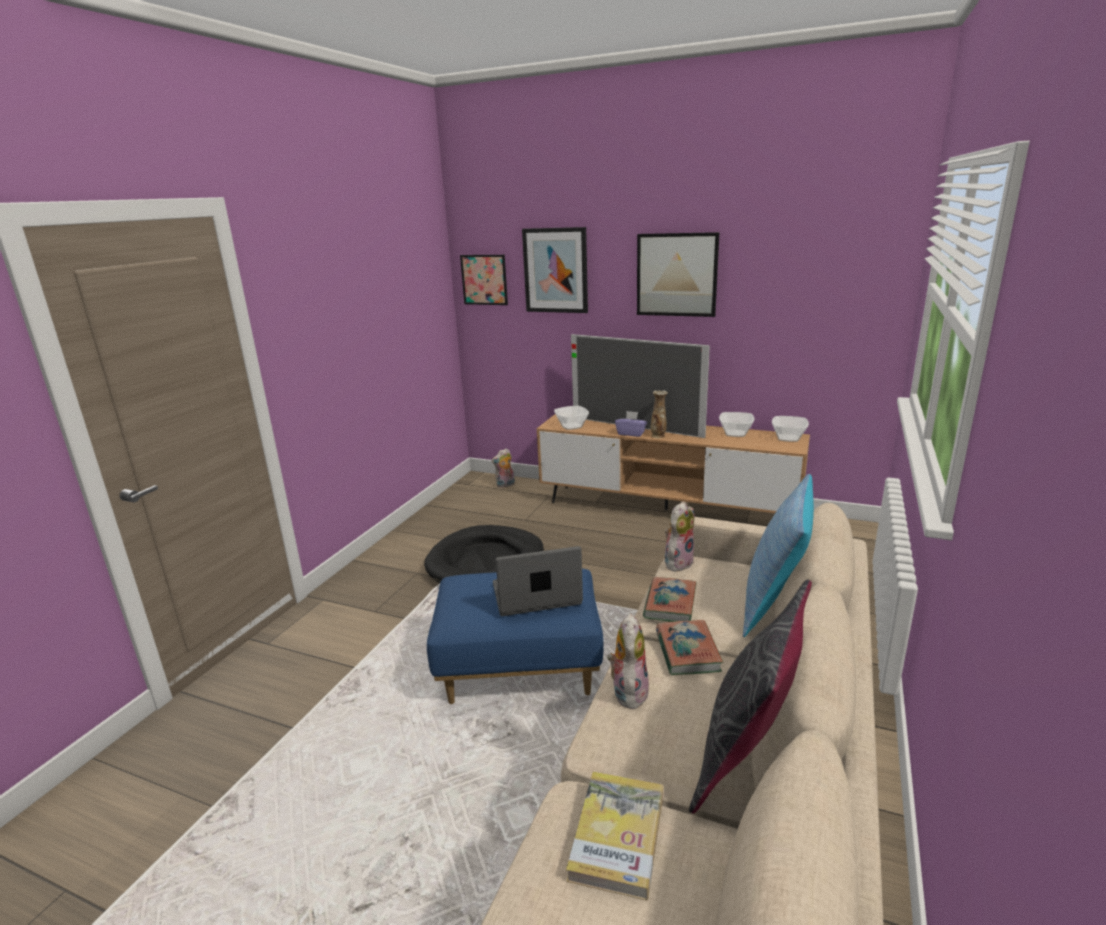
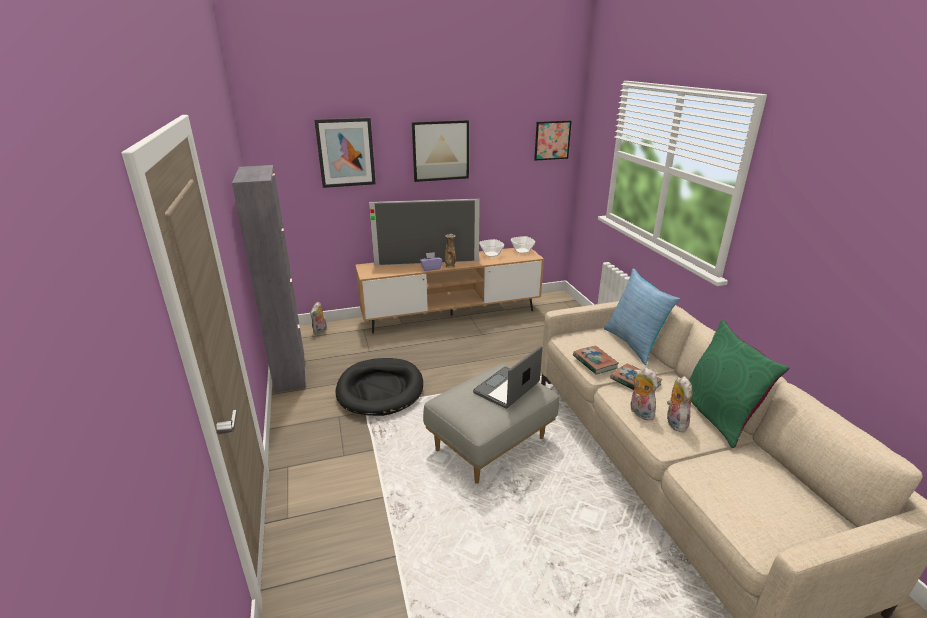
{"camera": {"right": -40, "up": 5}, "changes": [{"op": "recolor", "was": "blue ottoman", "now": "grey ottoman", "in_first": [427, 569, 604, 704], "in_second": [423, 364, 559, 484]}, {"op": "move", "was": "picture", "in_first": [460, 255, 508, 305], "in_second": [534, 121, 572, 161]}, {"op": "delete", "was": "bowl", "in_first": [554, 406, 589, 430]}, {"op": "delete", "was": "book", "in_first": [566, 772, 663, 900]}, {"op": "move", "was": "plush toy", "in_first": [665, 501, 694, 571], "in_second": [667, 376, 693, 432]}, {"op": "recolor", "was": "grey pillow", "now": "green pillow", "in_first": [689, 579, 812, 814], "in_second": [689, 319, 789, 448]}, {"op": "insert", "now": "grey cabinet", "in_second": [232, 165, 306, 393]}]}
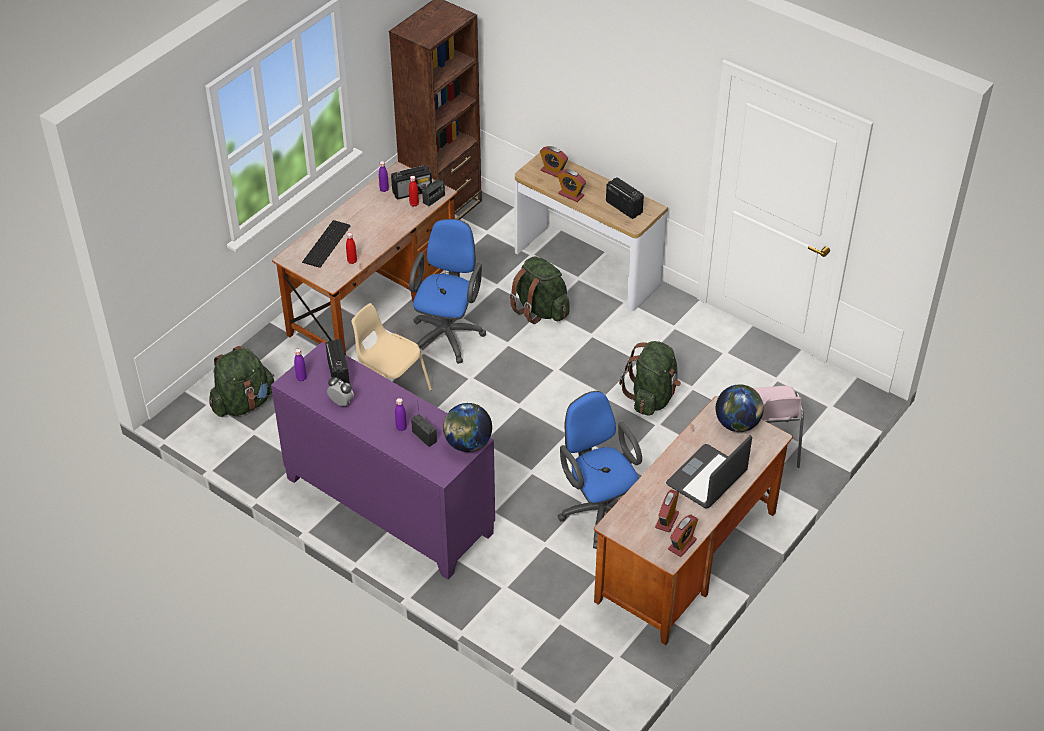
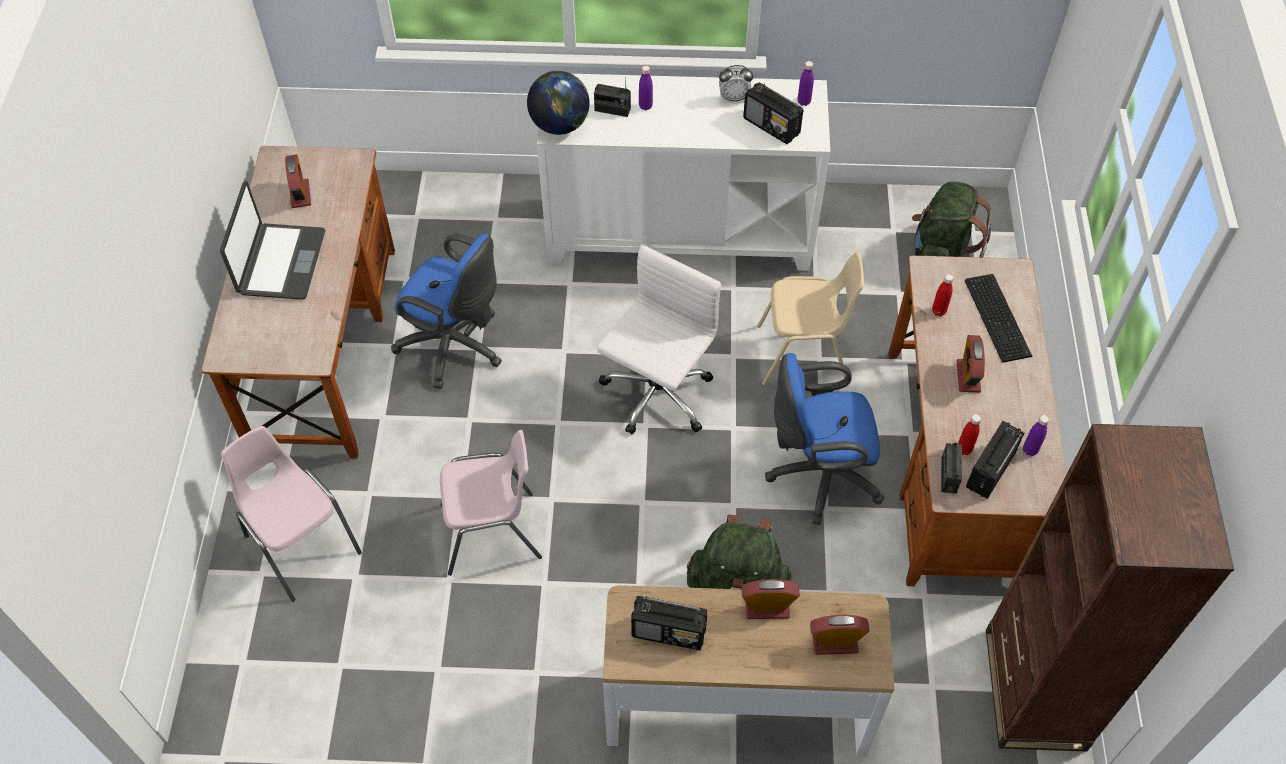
{"camera": {"right": 145, "up": 10}, "changes": [{"op": "recolor", "was": "purple cabinet", "now": "white cabinet", "in_first": [271, 342, 495, 580], "in_second": [537, 74, 830, 271]}, {"op": "rotate", "was": "blue office chair", "in_first": [409, 219, 486, 364], "in_second": [765, 353, 884, 525], "clockwise": 105}, {"op": "replace", "was": "green backpack", "now": "pink chair", "in_first": [619, 341, 681, 416], "in_second": [440, 430, 542, 576]}, {"op": "move", "was": "alarm clock", "in_first": [668, 515, 698, 557], "in_second": [957, 335, 985, 393]}, {"op": "delete", "was": "globe", "in_first": [716, 385, 764, 432]}, {"op": "insert", "now": "white office chair", "in_second": [597, 245, 721, 434]}]}
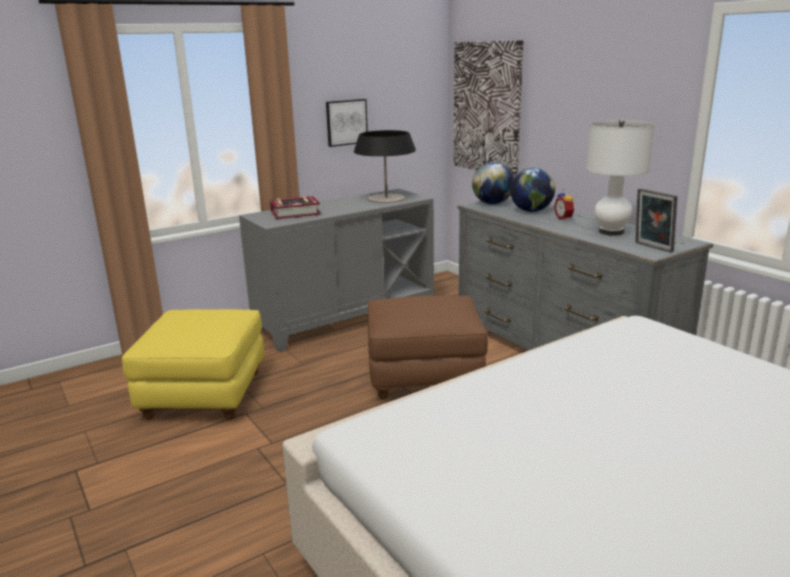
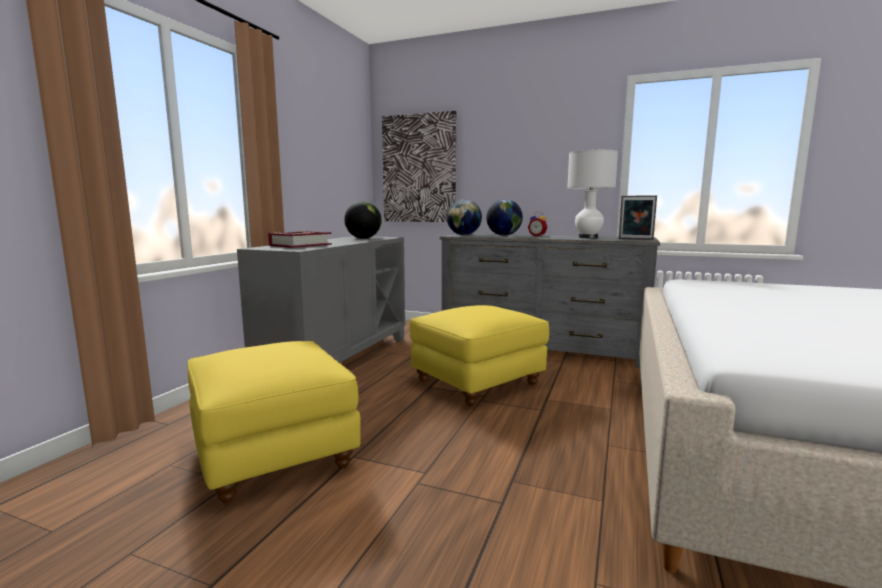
{"camera": {"right": -35, "up": -10}, "changes": [{"op": "delete", "was": "picture", "in_first": [326, 99, 368, 147]}, {"op": "replace", "was": "table lamp", "now": "globe", "in_first": [354, 130, 416, 203], "in_second": [344, 201, 382, 239]}, {"op": "recolor", "was": "brown ottoman", "now": "yellow ottoman", "in_first": [367, 295, 488, 399], "in_second": [410, 305, 549, 406]}]}
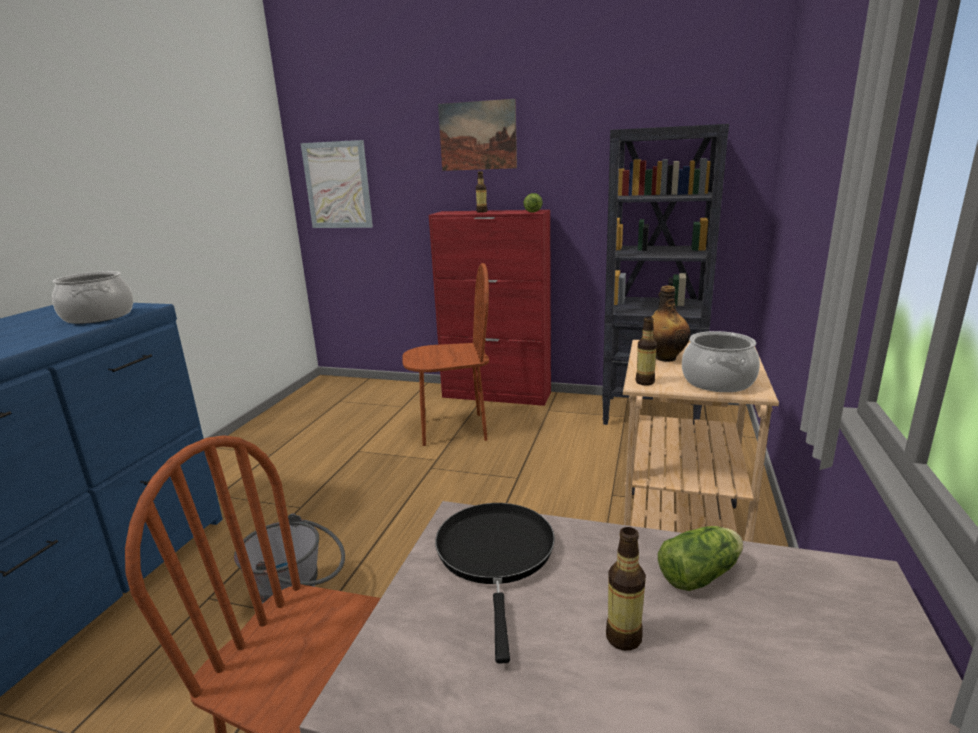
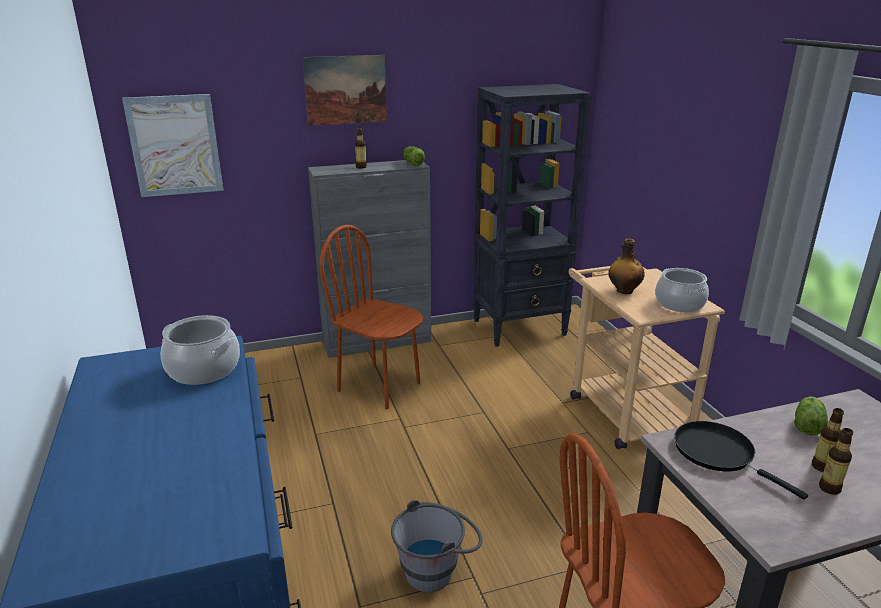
{"camera": {"right": -35, "up": 5}, "changes": [{"op": "rotate", "was": "brown chair", "in_first": [402, 263, 489, 446], "in_second": [319, 225, 423, 409], "clockwise": -105}, {"op": "recolor", "was": "red cabinet", "now": "grey cabinet", "in_first": [429, 210, 551, 406], "in_second": [308, 160, 431, 358]}, {"op": "move", "was": "bottle", "in_first": [636, 317, 657, 386], "in_second": [819, 428, 853, 495]}]}
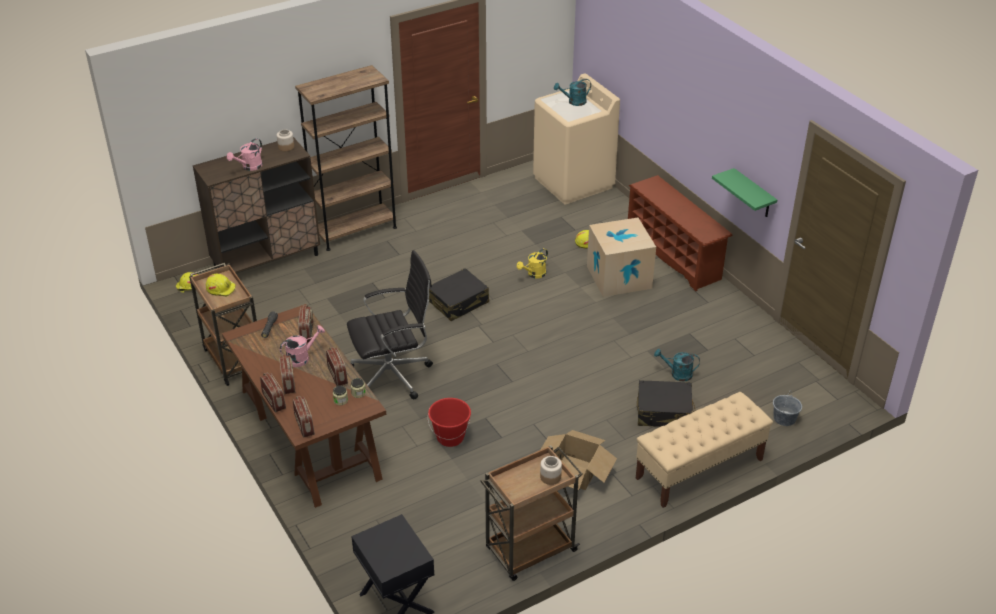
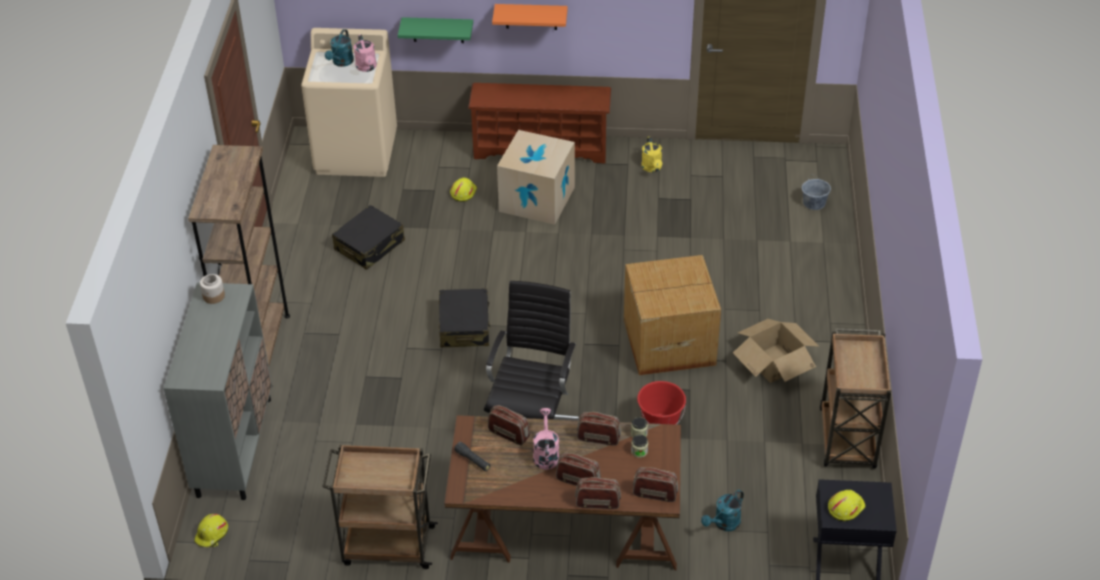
{"camera": {"right": -55, "up": 5}, "changes": [{"op": "recolor", "was": "brown cabinet", "now": "grey cabinet", "in_first": [193, 137, 320, 273], "in_second": [163, 282, 272, 500]}, {"op": "move", "was": "yellow hard hat", "in_first": [206, 274, 236, 297], "in_second": [828, 490, 866, 521]}, {"op": "move", "was": "pink watering can", "in_first": [227, 138, 262, 171], "in_second": [353, 34, 377, 72]}, {"op": "move", "was": "yellow watering can", "in_first": [517, 248, 548, 278], "in_second": [641, 136, 662, 172]}, {"op": "delete", "was": "jar", "in_first": [540, 456, 562, 485]}, {"op": "delete", "was": "beige bench", "in_first": [636, 392, 773, 508]}, {"op": "move", "was": "black suitcase", "in_first": [637, 380, 696, 427], "in_second": [332, 205, 405, 270]}, {"op": "move", "was": "turquoise watering can", "in_first": [654, 349, 700, 381], "in_second": [701, 490, 744, 531]}, {"op": "move", "was": "green shelf", "in_first": [712, 168, 777, 217], "in_second": [398, 17, 473, 43]}, {"op": "insert", "now": "orange shelf", "in_second": [492, 4, 568, 30]}, {"op": "insert", "now": "cardboard box", "in_second": [624, 255, 721, 375]}]}
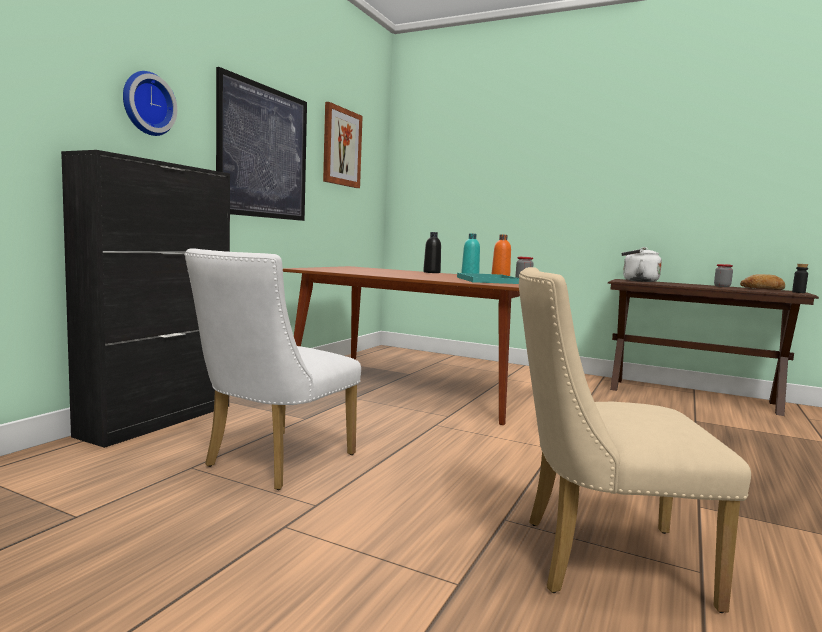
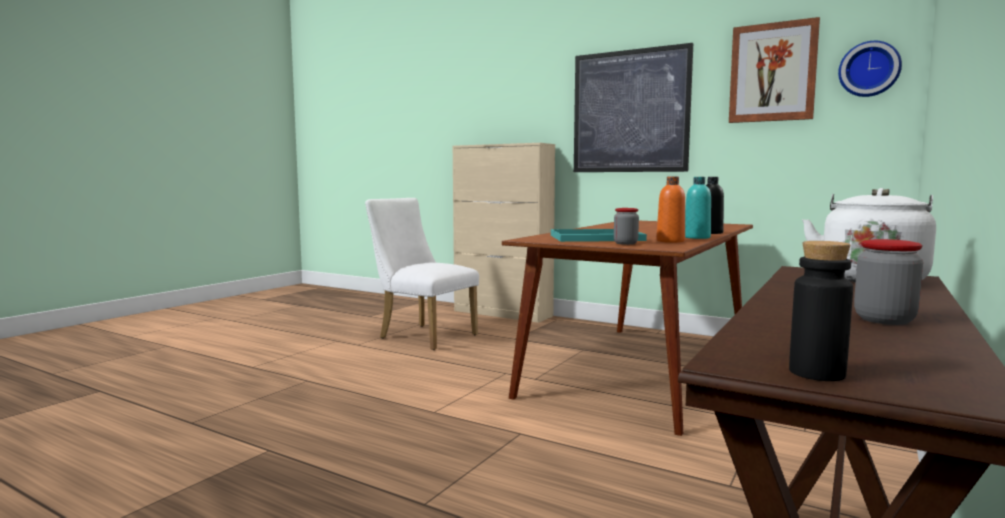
{"camera": {"right": 95, "up": 0}, "changes": [{"op": "recolor", "was": "black cabinet", "now": "beige cabinet", "in_first": [61, 150, 230, 448], "in_second": [452, 143, 555, 323]}, {"op": "move", "was": "wall clock", "in_first": [123, 71, 177, 136], "in_second": [838, 41, 902, 97]}, {"op": "delete", "was": "beige chair", "in_first": [519, 267, 751, 613]}, {"op": "delete", "was": "bread", "in_first": [740, 274, 785, 290]}]}
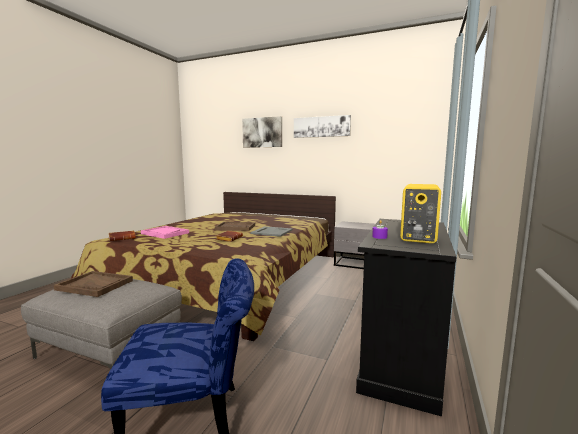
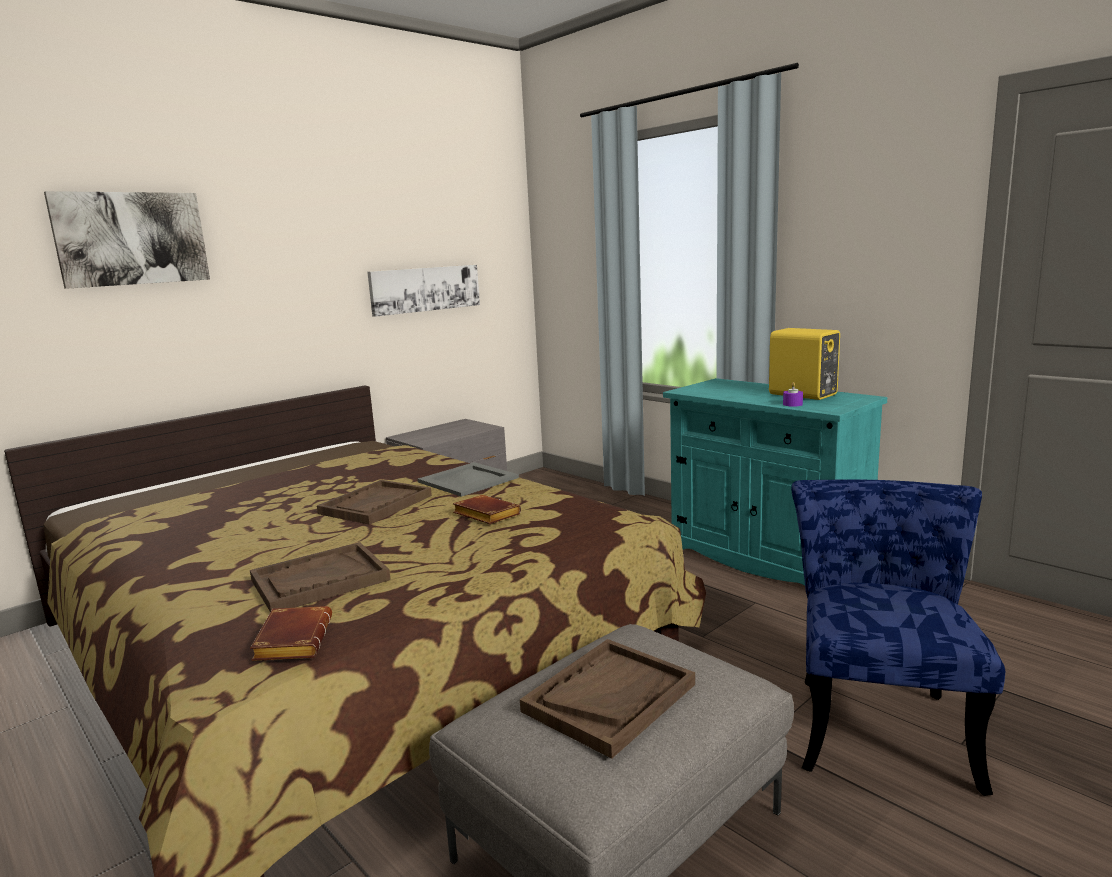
{"camera": {"right": -65, "up": 5}, "changes": [{"op": "recolor", "was": "pink tray", "now": "brown tray", "in_first": [141, 226, 189, 239], "in_second": [250, 542, 391, 612]}, {"op": "move", "was": "picture", "in_first": [294, 115, 351, 138], "in_second": [367, 265, 480, 317]}, {"op": "recolor", "was": "black cabinet", "now": "turquoise cabinet", "in_first": [356, 219, 456, 417], "in_second": [663, 378, 887, 585]}]}
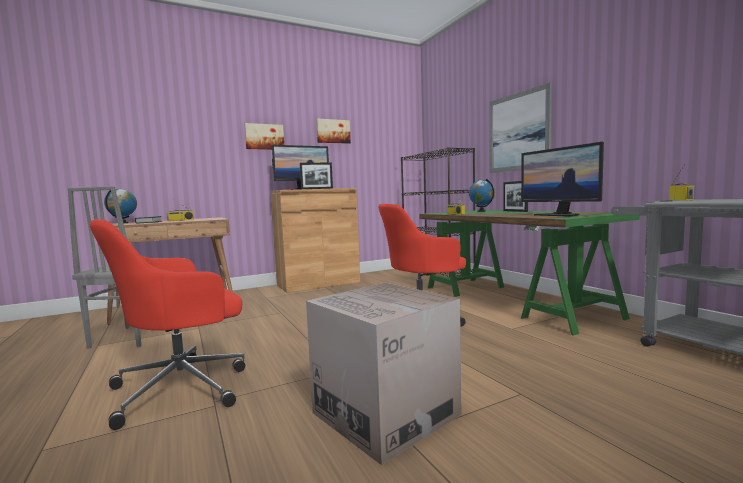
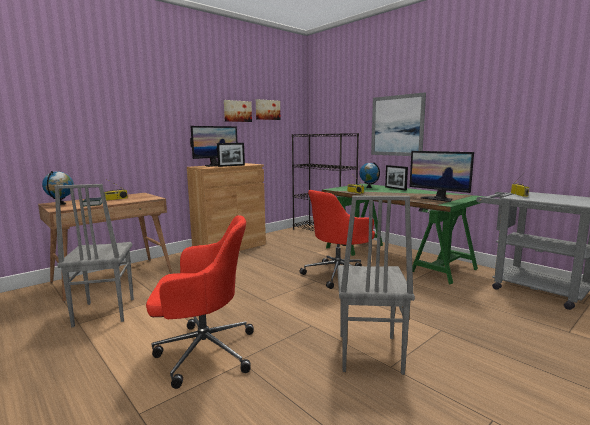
{"camera": {"right": -15, "up": 5}, "changes": [{"op": "rotate", "was": "red office chair", "in_first": [90, 219, 245, 430], "in_second": [146, 215, 254, 389], "clockwise": -135}, {"op": "move", "was": "picture", "in_first": [245, 123, 284, 150], "in_second": [256, 99, 280, 120]}, {"op": "replace", "was": "cardboard box", "now": "grey chair", "in_first": [306, 283, 462, 465], "in_second": [337, 196, 415, 375]}]}
